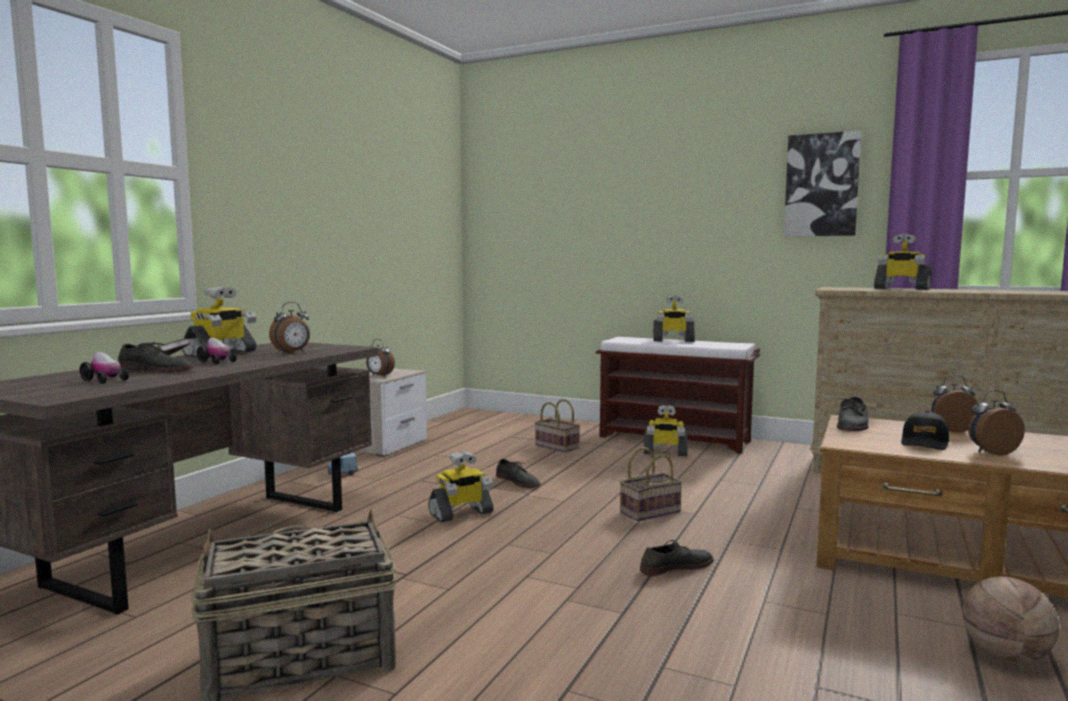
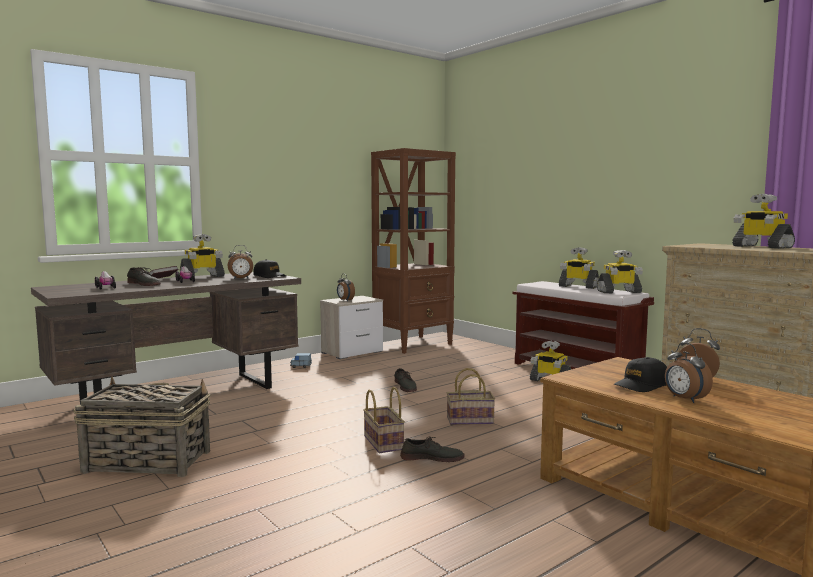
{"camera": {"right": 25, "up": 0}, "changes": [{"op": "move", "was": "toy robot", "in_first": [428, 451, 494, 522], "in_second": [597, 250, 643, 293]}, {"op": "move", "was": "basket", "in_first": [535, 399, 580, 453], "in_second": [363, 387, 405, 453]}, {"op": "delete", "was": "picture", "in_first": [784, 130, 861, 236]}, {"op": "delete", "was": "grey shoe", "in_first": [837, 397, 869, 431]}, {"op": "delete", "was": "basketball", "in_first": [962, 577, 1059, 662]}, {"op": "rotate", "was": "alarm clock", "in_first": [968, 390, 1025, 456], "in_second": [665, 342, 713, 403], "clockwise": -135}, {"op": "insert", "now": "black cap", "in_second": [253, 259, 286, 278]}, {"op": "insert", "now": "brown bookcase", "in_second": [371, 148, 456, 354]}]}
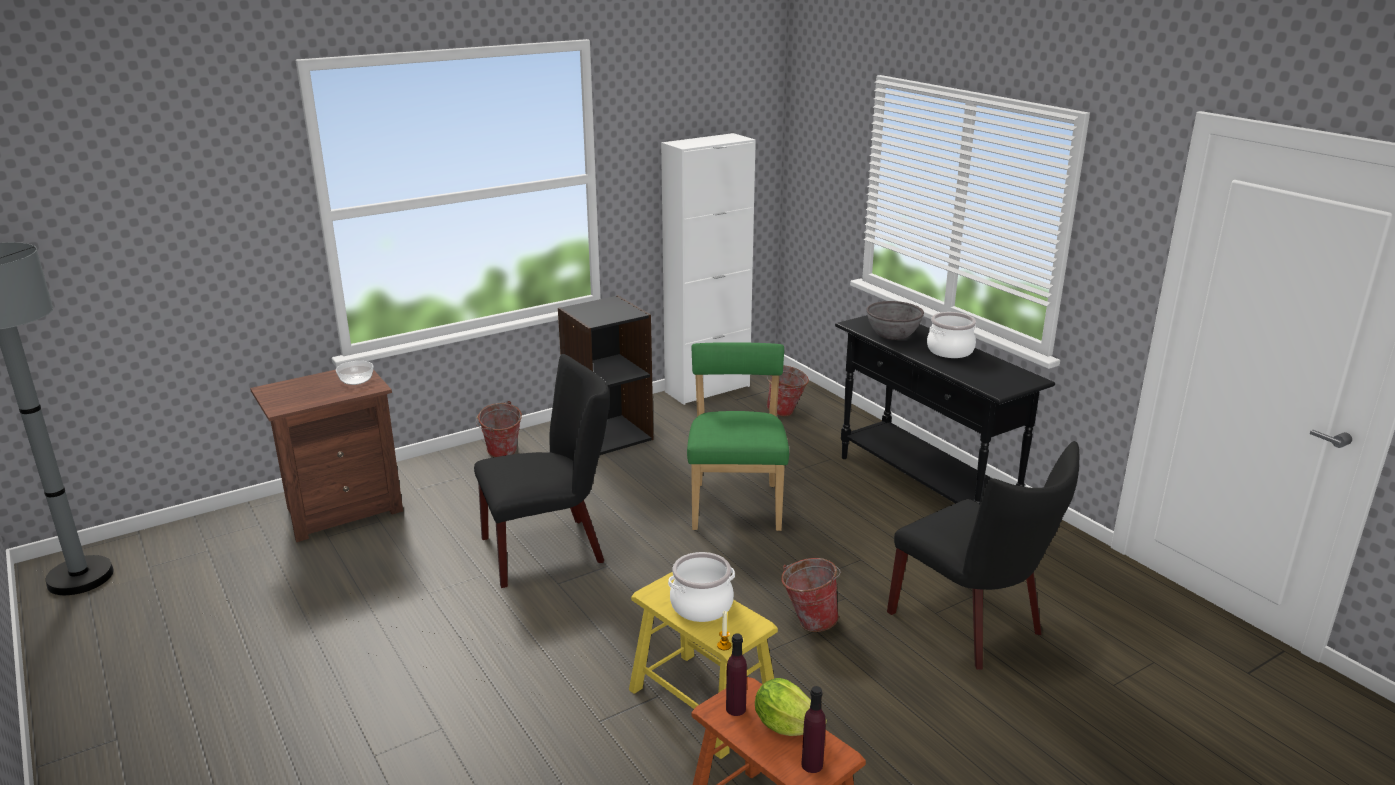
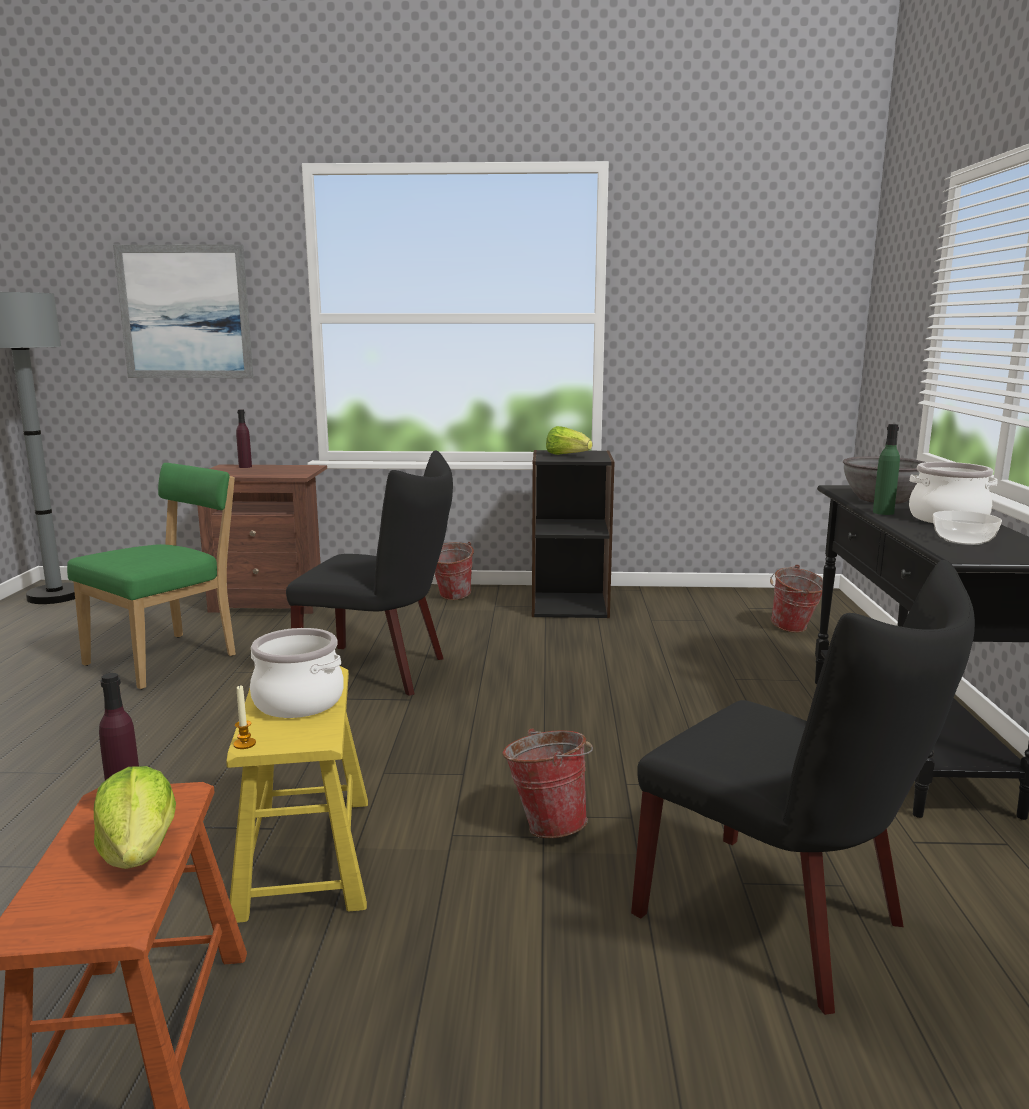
{"camera": {"right": 35, "up": -10}, "changes": [{"op": "move", "was": "bowl", "in_first": [336, 361, 373, 385], "in_second": [933, 511, 1002, 545]}, {"op": "delete", "was": "white cabinet", "in_first": [661, 133, 756, 405]}, {"op": "move", "was": "green chair", "in_first": [687, 342, 789, 531], "in_second": [67, 463, 236, 689]}, {"op": "move", "was": "purple bottle", "in_first": [801, 686, 826, 773], "in_second": [236, 409, 252, 468]}, {"op": "rotate", "was": "black chair", "in_first": [887, 441, 1079, 670], "in_second": [631, 560, 975, 1015], "clockwise": -45}, {"op": "insert", "now": "picture", "in_second": [113, 244, 253, 378]}, {"op": "insert", "now": "lettuce", "in_second": [546, 426, 592, 455]}, {"op": "insert", "now": "green bottle", "in_second": [873, 424, 900, 515]}]}
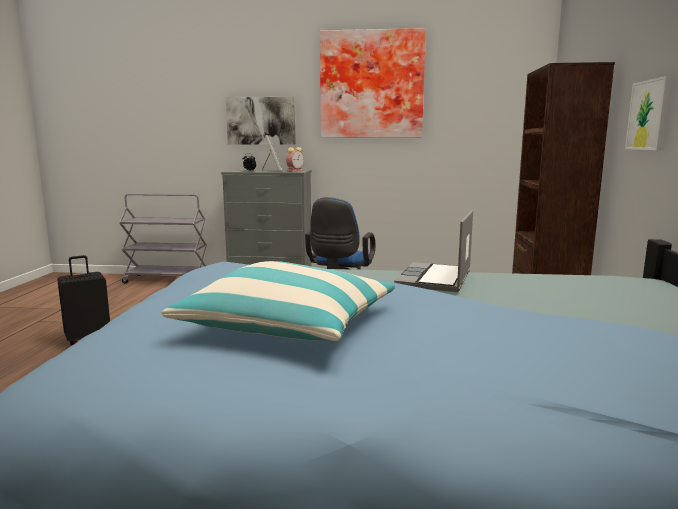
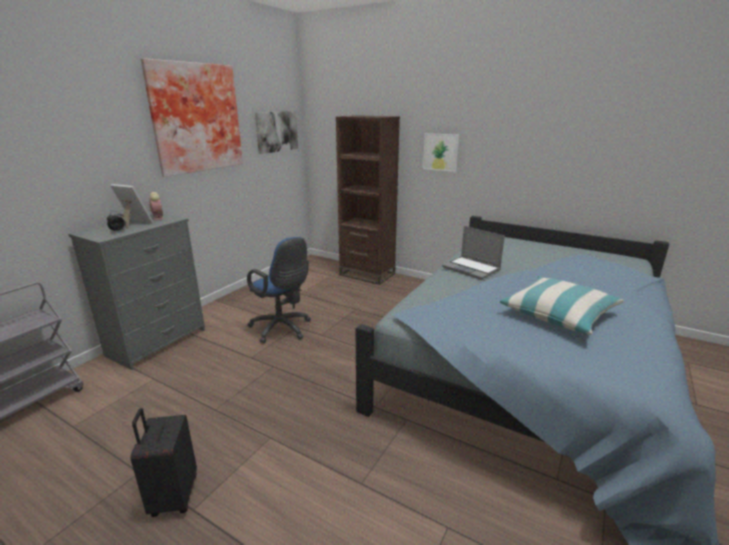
{"camera": {"right": -65, "up": 10}, "changes": [{"op": "move", "was": "picture", "in_first": [226, 97, 296, 145], "in_second": [255, 111, 298, 154]}]}
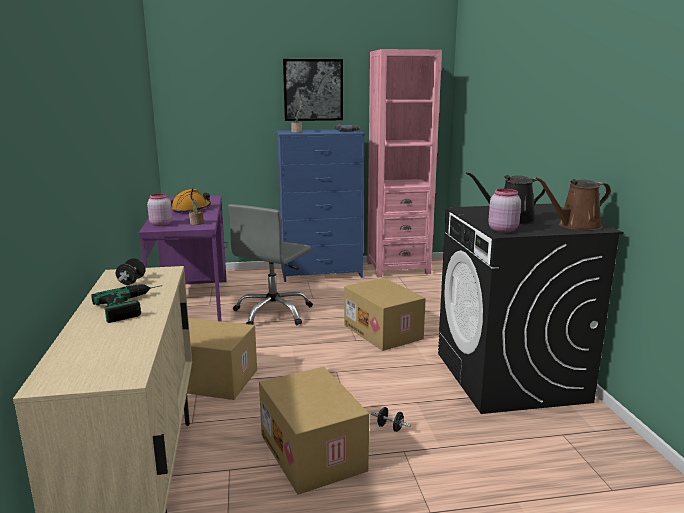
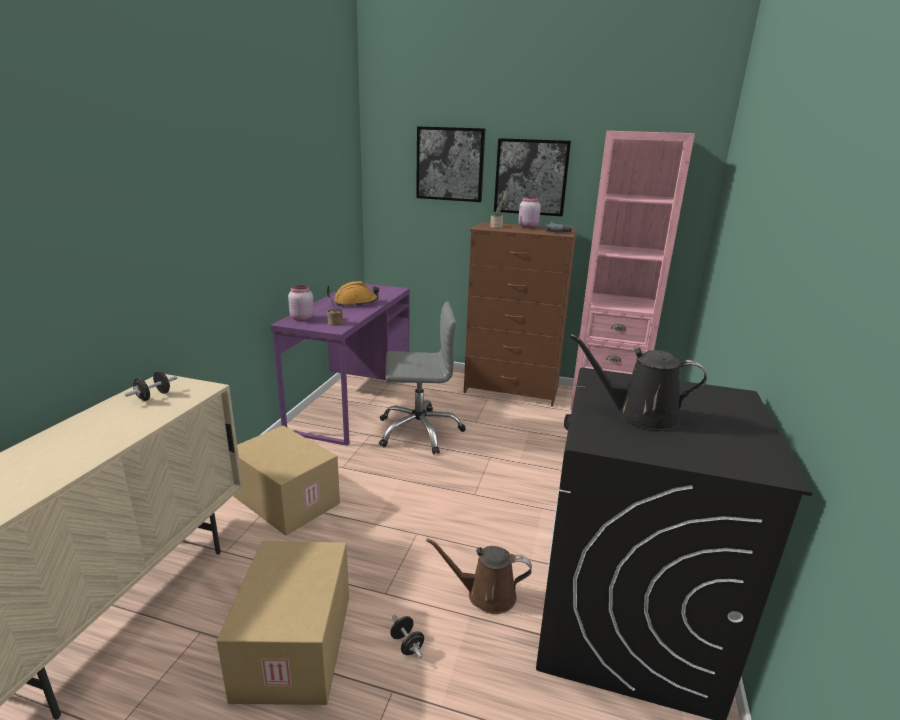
{"camera": {"right": 25, "up": 5}, "changes": [{"op": "delete", "was": "power drill", "in_first": [92, 284, 162, 323]}, {"op": "rotate", "was": "grey office chair", "in_first": [228, 204, 313, 325], "in_second": [379, 301, 466, 455], "clockwise": -150}, {"op": "recolor", "was": "blue dresser", "now": "brown dresser", "in_first": [276, 130, 365, 282], "in_second": [464, 222, 578, 407]}, {"op": "delete", "was": "cardboard box", "in_first": [344, 278, 426, 351]}, {"op": "move", "was": "pink jar", "in_first": [488, 189, 521, 233], "in_second": [518, 198, 541, 228]}, {"op": "move", "was": "brown watering can", "in_first": [535, 177, 611, 230], "in_second": [426, 538, 532, 614]}, {"op": "insert", "now": "picture", "in_second": [416, 126, 485, 202]}]}
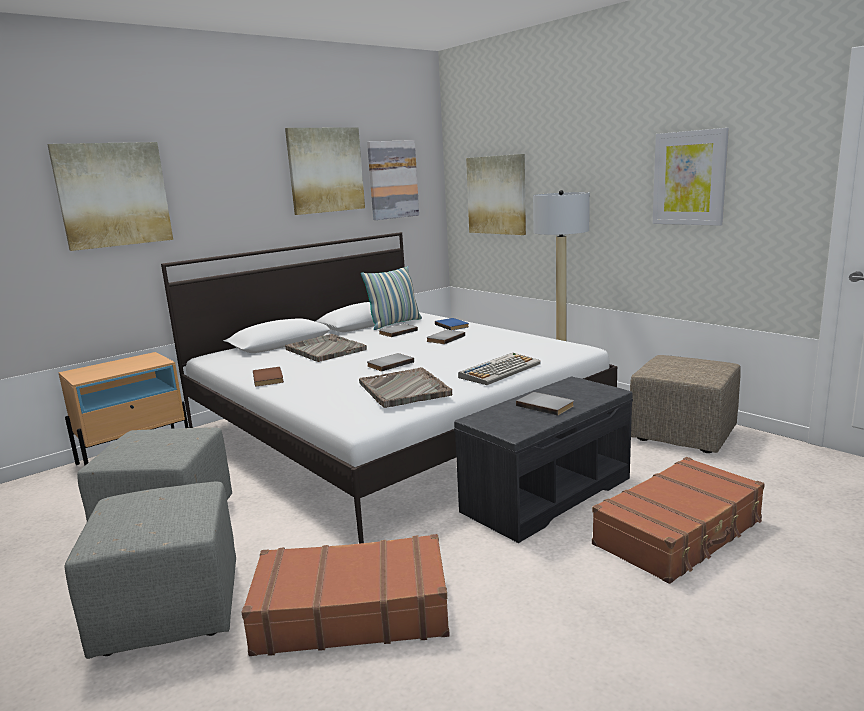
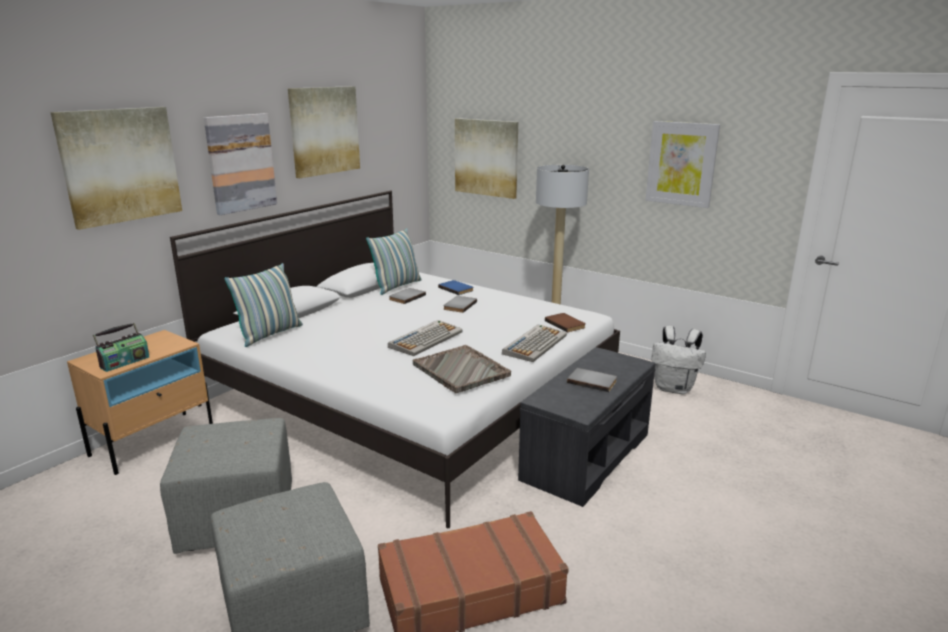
{"camera": {"right": -15, "up": 5}, "changes": [{"op": "move", "was": "brown book", "in_first": [253, 367, 284, 387], "in_second": [545, 313, 586, 333]}, {"op": "delete", "was": "grey tray", "in_first": [285, 334, 367, 362]}, {"op": "move", "was": "picture", "in_first": [367, 140, 419, 220], "in_second": [204, 113, 277, 215]}, {"op": "replace", "was": "grey book", "now": "keyboard", "in_first": [367, 353, 414, 371], "in_second": [388, 320, 463, 356]}, {"op": "delete", "was": "brown suitcase", "in_first": [592, 457, 765, 584]}, {"op": "replace", "was": "beige ottoman", "now": "white backpack", "in_first": [630, 355, 741, 453], "in_second": [651, 326, 706, 394]}, {"op": "insert", "now": "radio", "in_second": [93, 323, 149, 372]}, {"op": "insert", "now": "pillow", "in_second": [224, 263, 303, 347]}]}
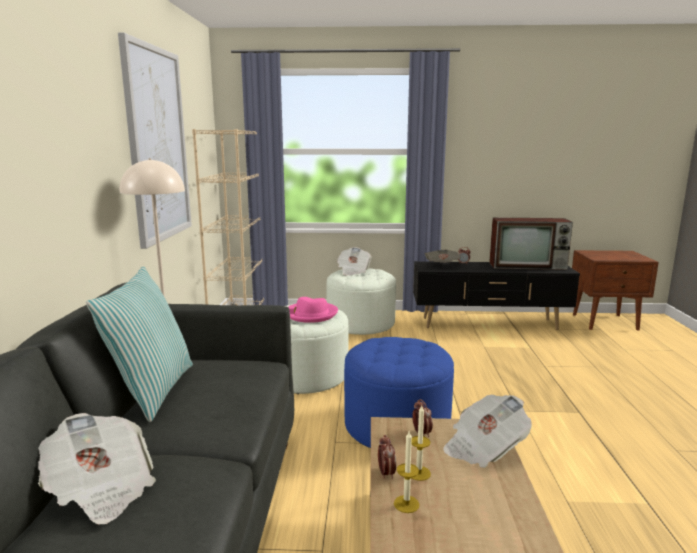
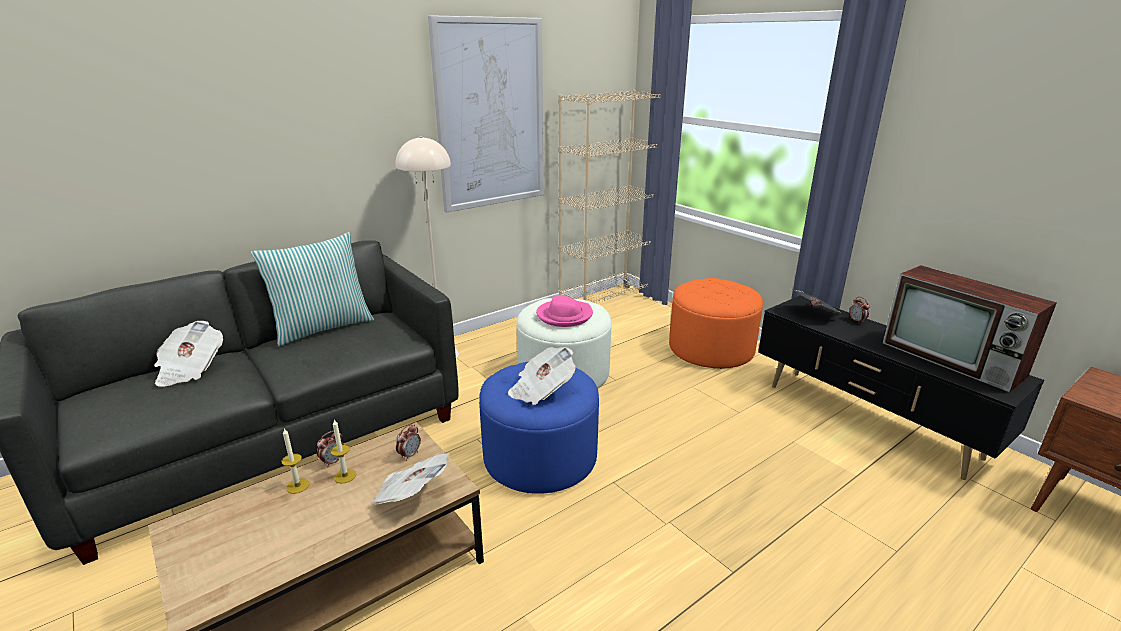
{"camera": {"right": 50, "up": 10}, "changes": [{"op": "recolor", "was": "white ottoman", "now": "orange ottoman", "in_first": [327, 268, 396, 335], "in_second": [669, 278, 763, 369]}, {"op": "move", "was": "newspaper", "in_first": [337, 247, 372, 276], "in_second": [508, 347, 576, 405]}]}
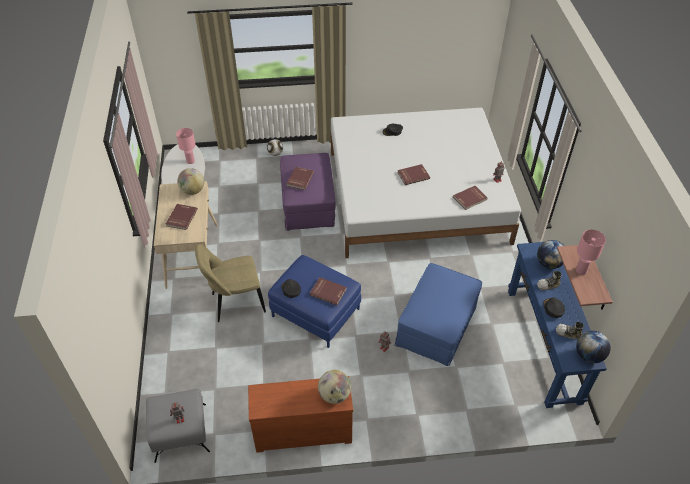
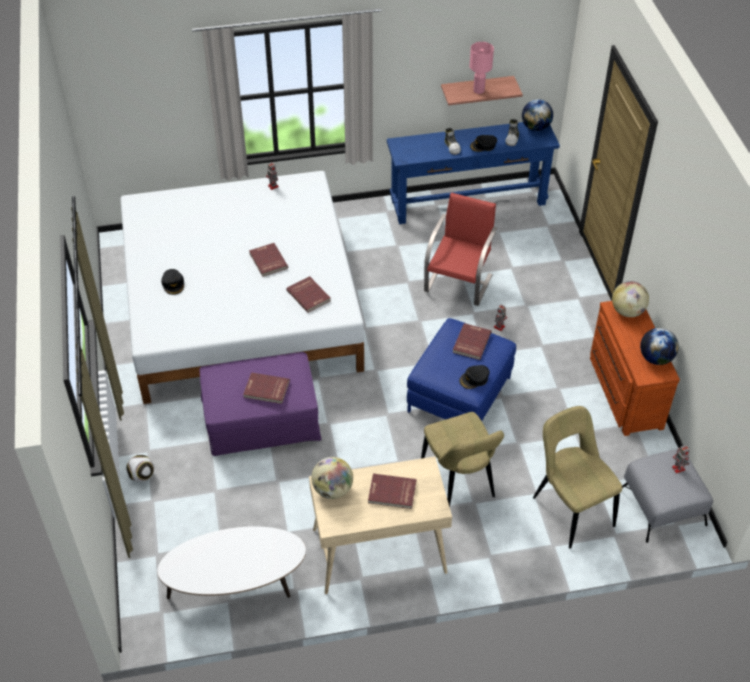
{"camera": {"right": -95, "up": 0}, "changes": [{"op": "delete", "was": "pink table lamp", "in_first": [176, 128, 196, 164]}, {"op": "replace", "was": "blue ottoman", "now": "red chair", "in_first": [395, 263, 482, 366], "in_second": [424, 192, 498, 306]}, {"op": "move", "was": "red book", "in_first": [453, 186, 488, 210], "in_second": [286, 276, 331, 313]}, {"op": "move", "was": "globe", "in_first": [537, 240, 564, 269], "in_second": [640, 328, 679, 365]}, {"op": "insert", "now": "beige chair", "in_second": [533, 406, 622, 549]}]}
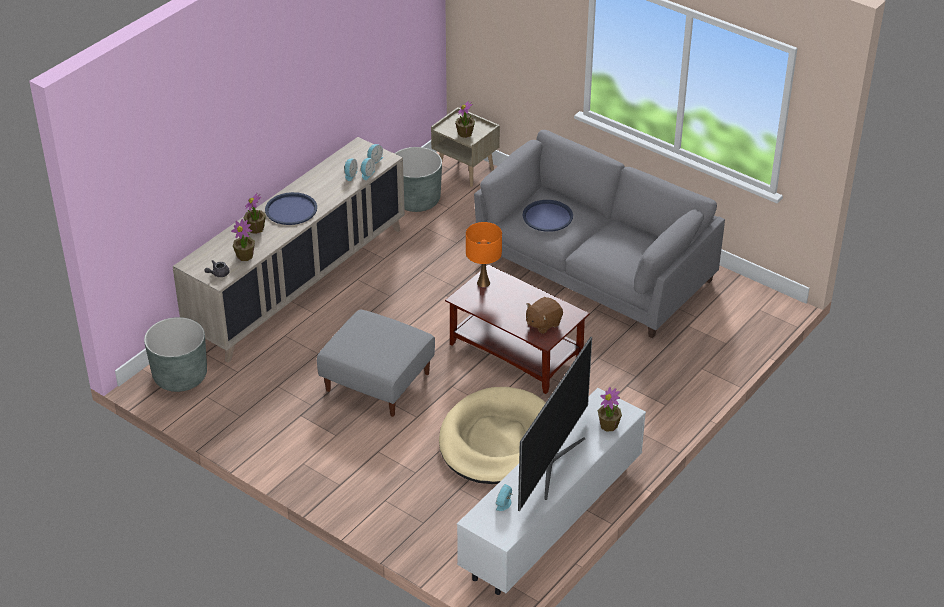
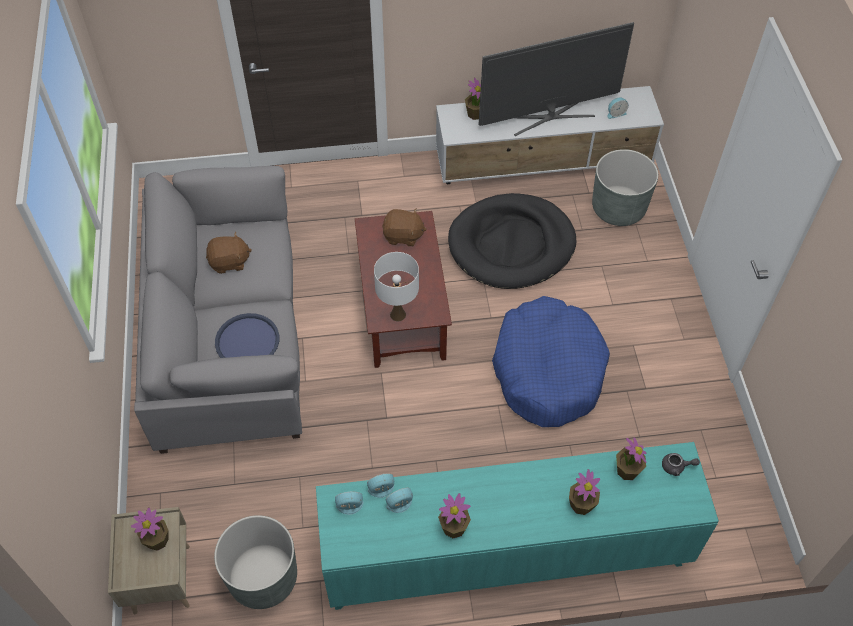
{"camera": {"right": -135, "up": 15}, "changes": [{"op": "move", "was": "grey planter", "in_first": [144, 317, 207, 392], "in_second": [592, 149, 658, 226]}, {"op": "recolor", "was": "beige cabinet", "now": "turquoise cabinet", "in_first": [173, 137, 405, 363], "in_second": [316, 442, 719, 610]}, {"op": "delete", "was": "blue tray", "in_first": [265, 192, 317, 225]}, {"op": "replace", "was": "grey ottoman", "now": "blue dog bed", "in_first": [317, 309, 435, 417], "in_second": [492, 296, 610, 427]}, {"op": "recolor", "was": "beige dog bed", "now": "black dog bed", "in_first": [439, 387, 546, 484], "in_second": [448, 193, 576, 289]}, {"op": "recolor", "was": "orange table lamp", "now": "white table lamp", "in_first": [466, 222, 502, 287], "in_second": [374, 252, 419, 321]}, {"op": "insert", "now": "brown plush toy", "in_second": [206, 232, 252, 274]}, {"op": "insert", "now": "potted plant", "in_second": [438, 493, 471, 538]}]}
